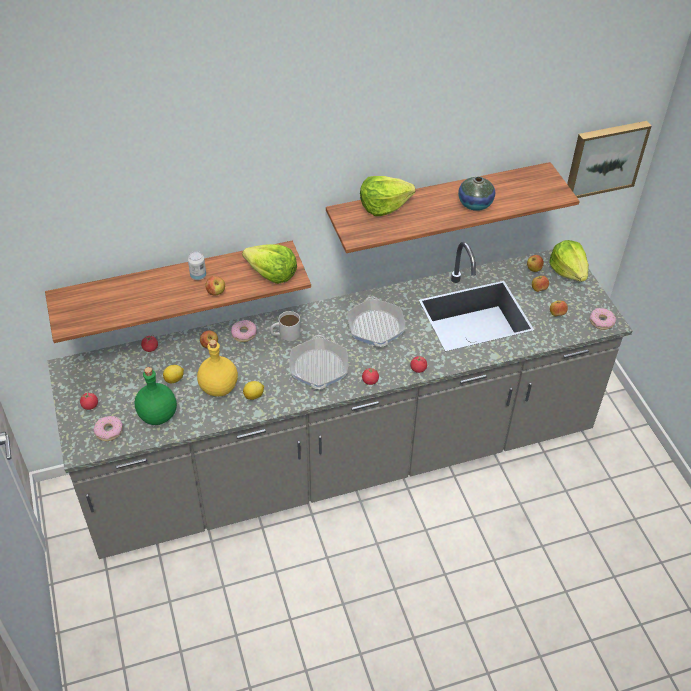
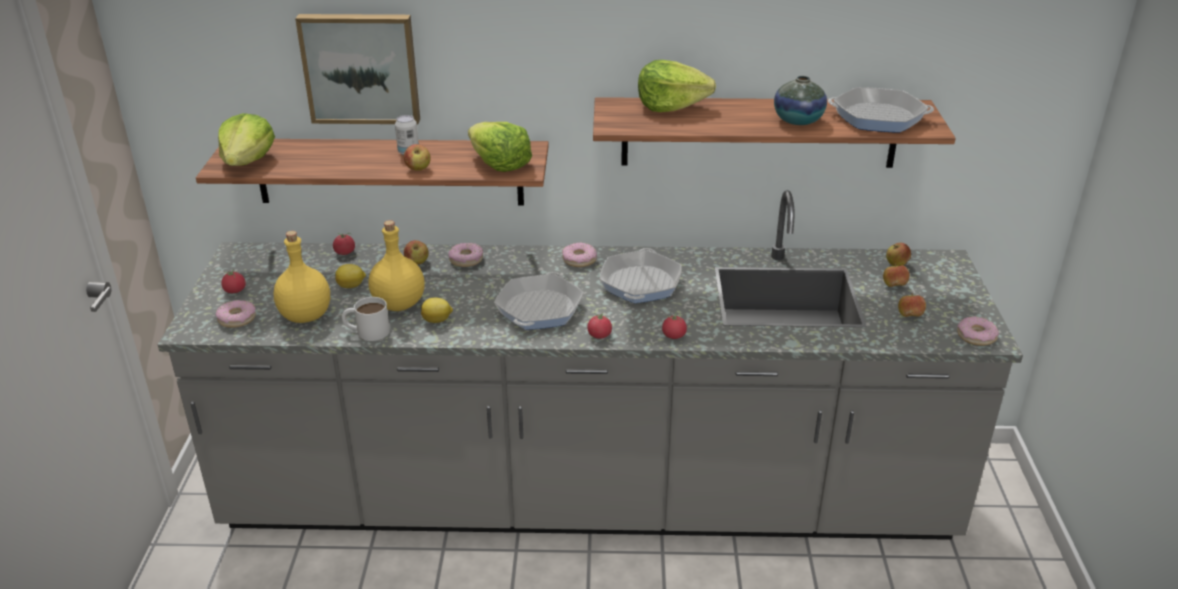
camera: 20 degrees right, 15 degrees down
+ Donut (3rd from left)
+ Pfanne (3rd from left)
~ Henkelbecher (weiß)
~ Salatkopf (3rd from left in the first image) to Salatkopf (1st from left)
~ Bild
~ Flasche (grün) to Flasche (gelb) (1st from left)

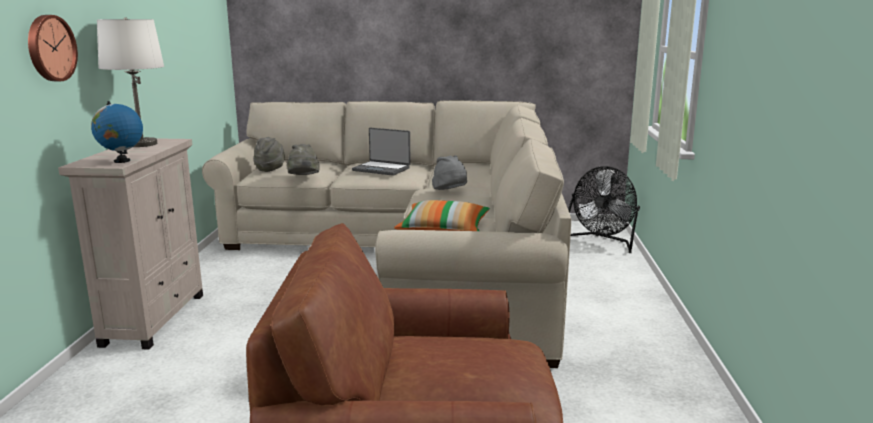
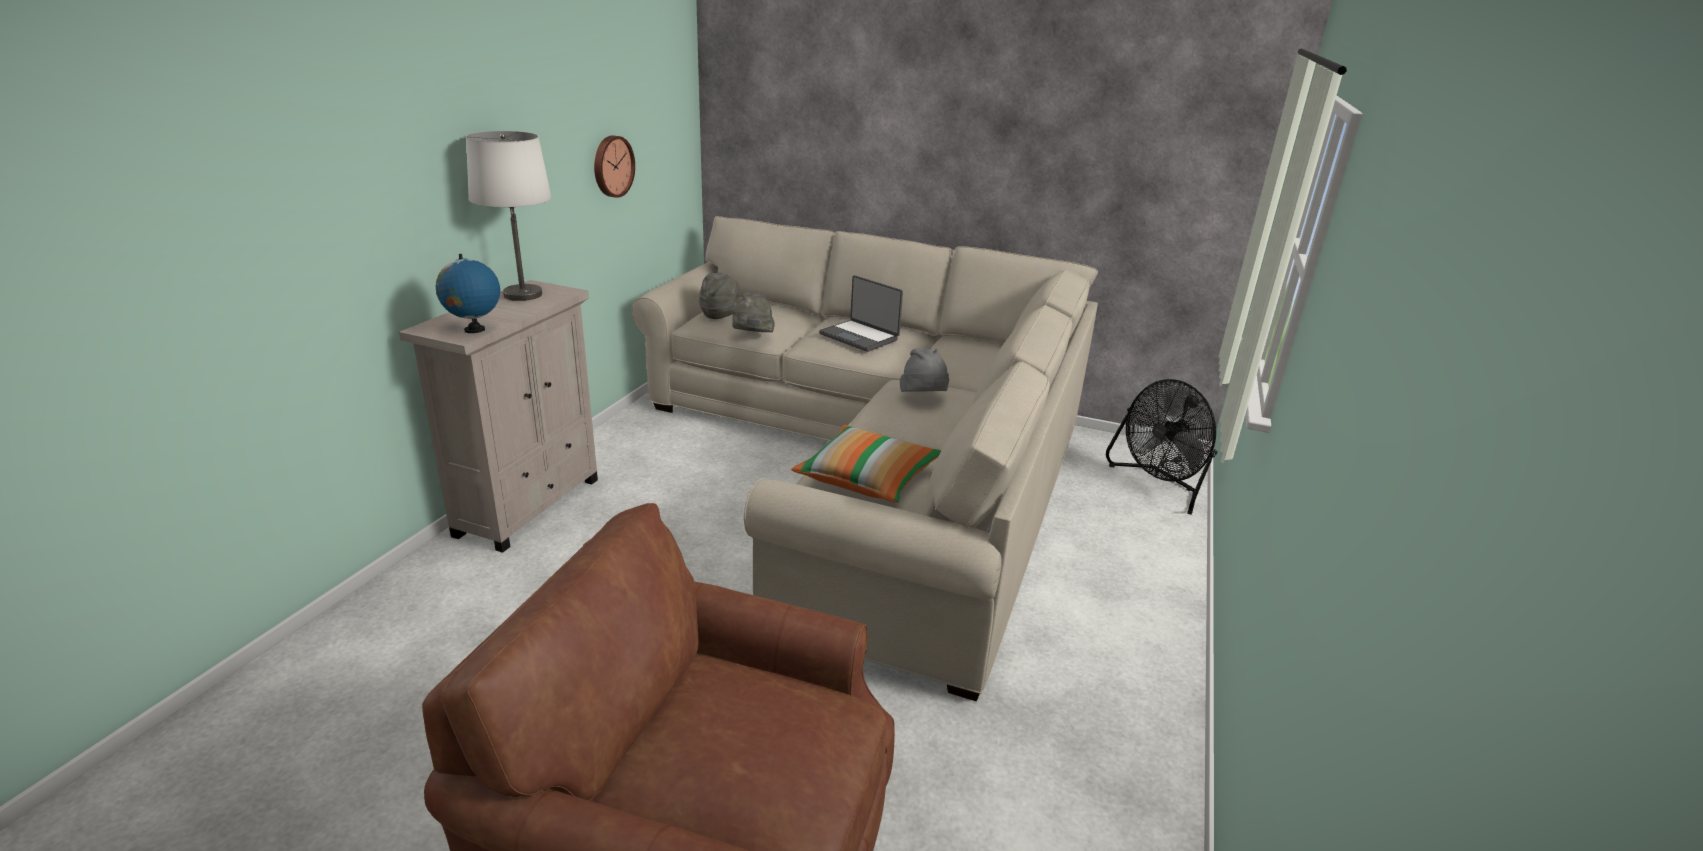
camera: 15 degrees right, 10 degrees up
~ Wanduhr

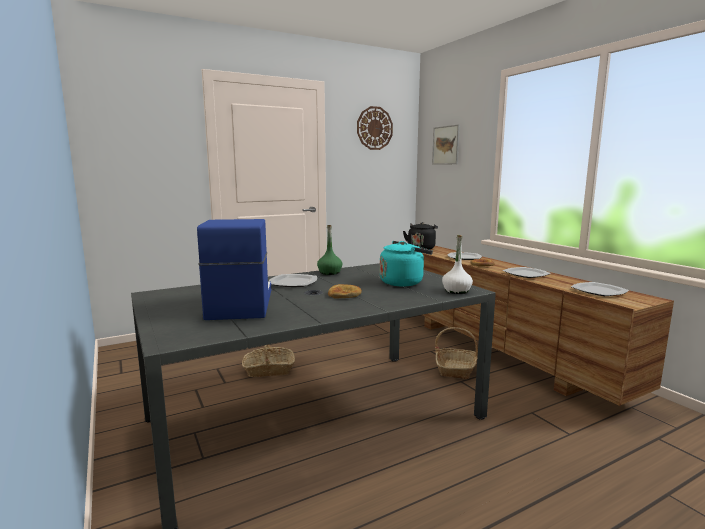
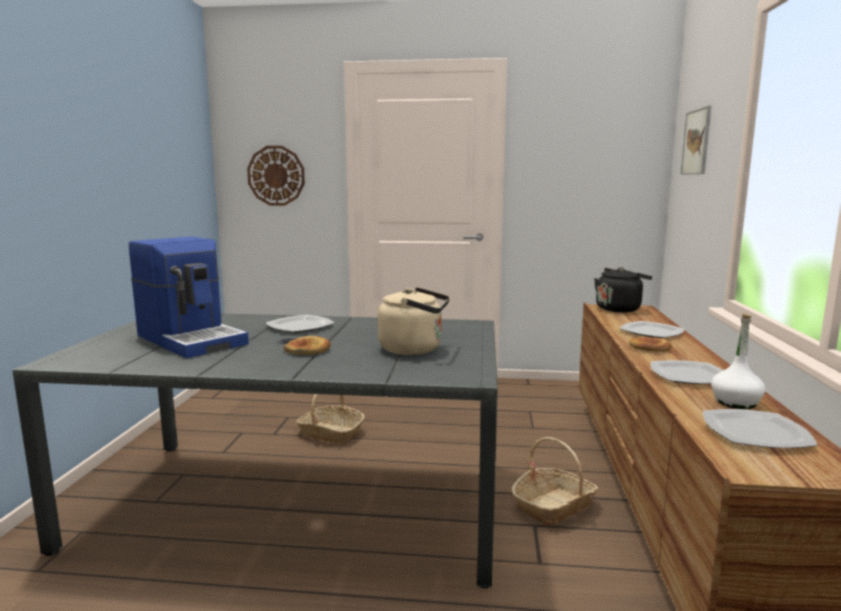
camera: 35 degrees right, 0 degrees up
- Flasche (grün)
~ Wanduhr
~ Flasche (weiß)
~ Wasserkessel (türkis) to Wasserkessel (beige)
~ Kaffeemaschine 105 degrees clockwise

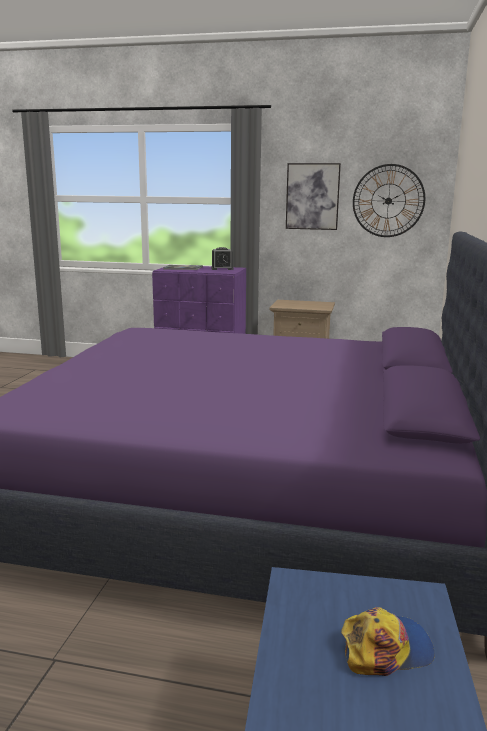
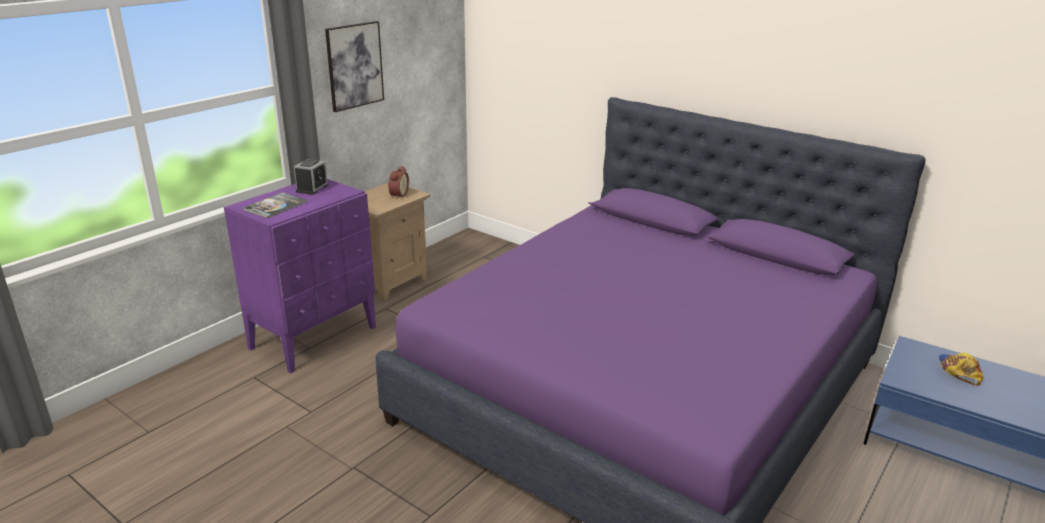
camera: 65 degrees left, 10 degrees up
- Wanduhr
+ Wecker (2nd from left)

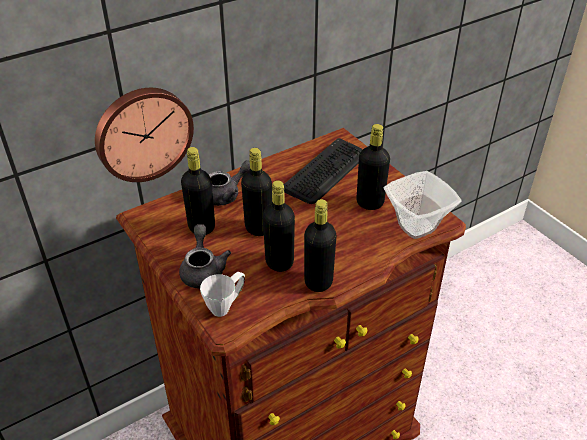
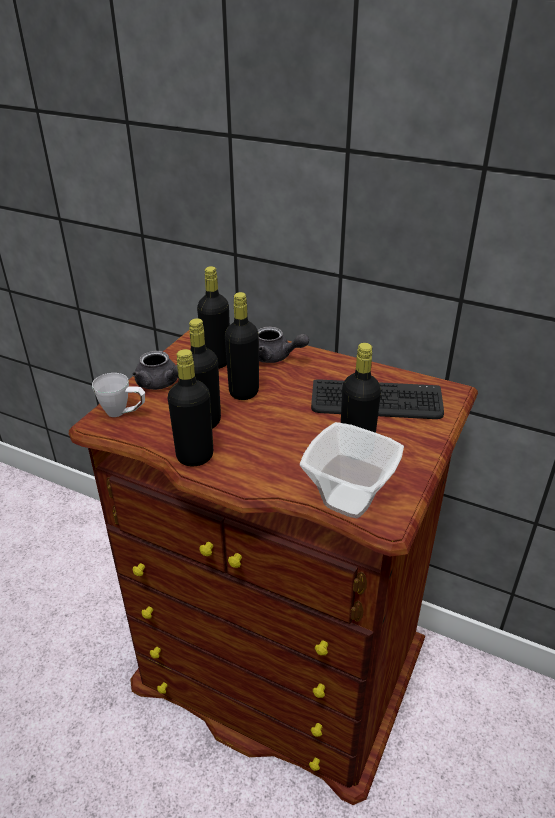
camera: 60 degrees right, 5 degrees down
- Wanduhr
~ Teekanne (grau) (1st from left) 75 degrees clockwise

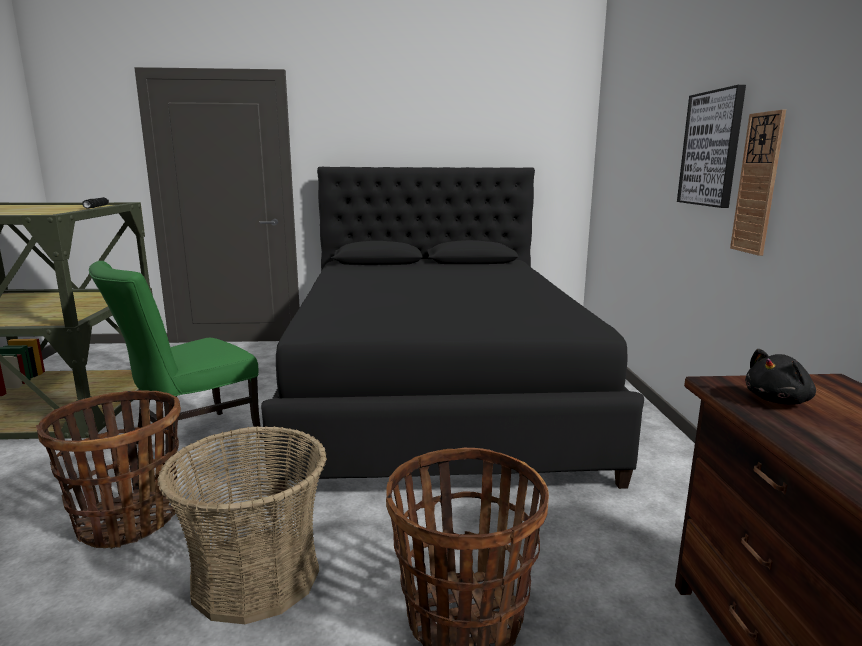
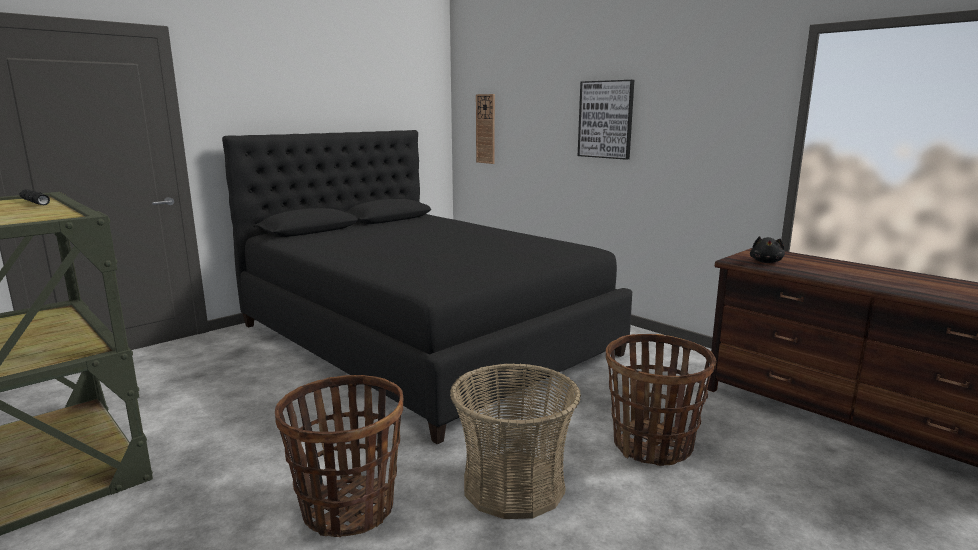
camera: 40 degrees left, 0 degrees up
- Stuhl (grün)
~ Wanduhr

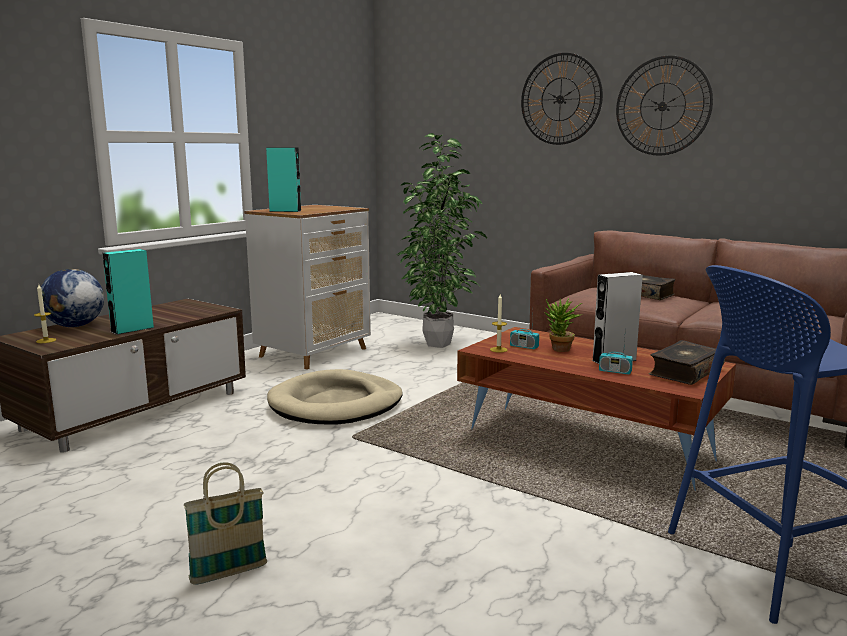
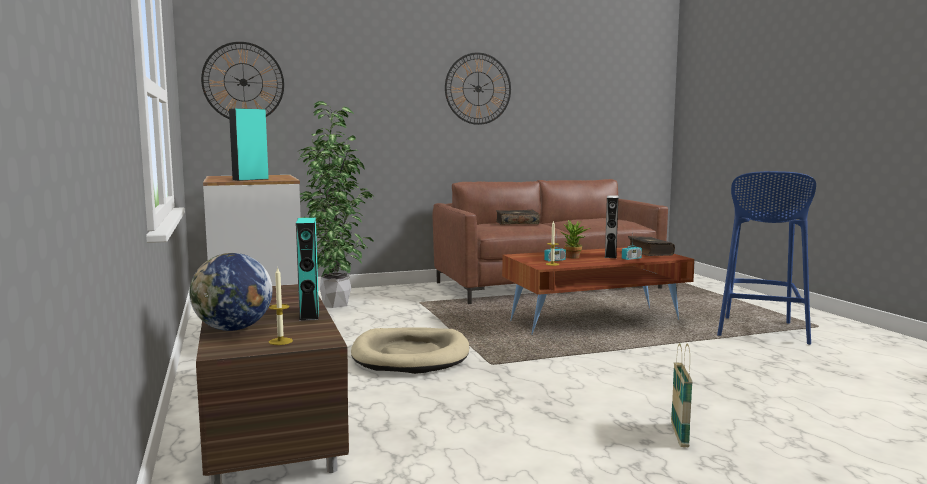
camera: 55 degrees left, 5 degrees down
~ Wanduhr (1st from left)

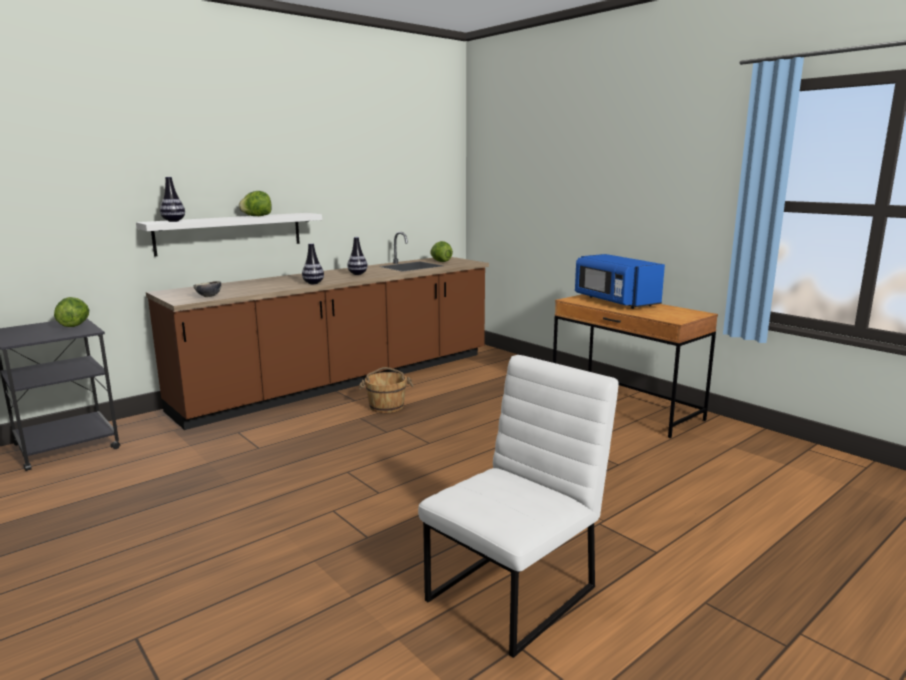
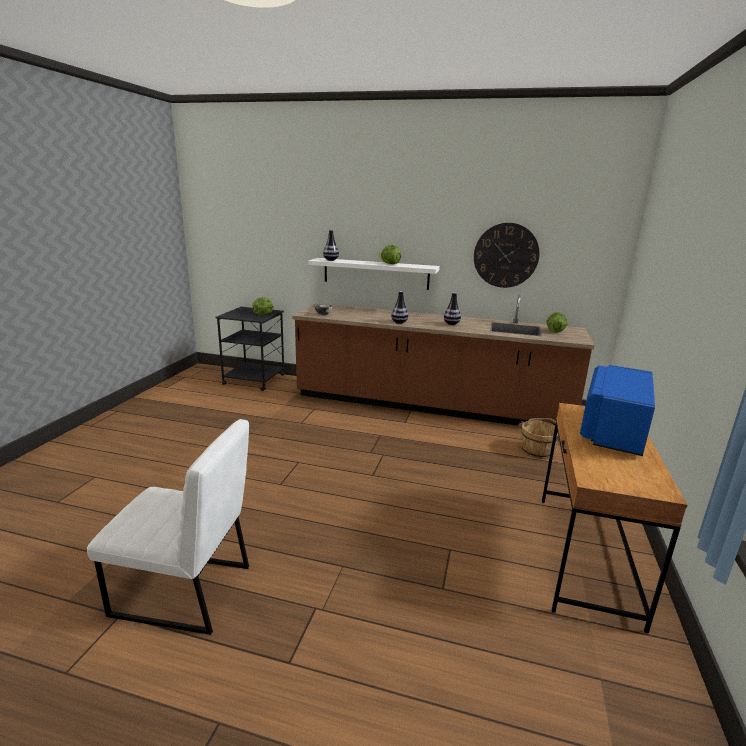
camera: 55 degrees right, 5 degrees up
+ Wanduhr
~ Eimer (braun)

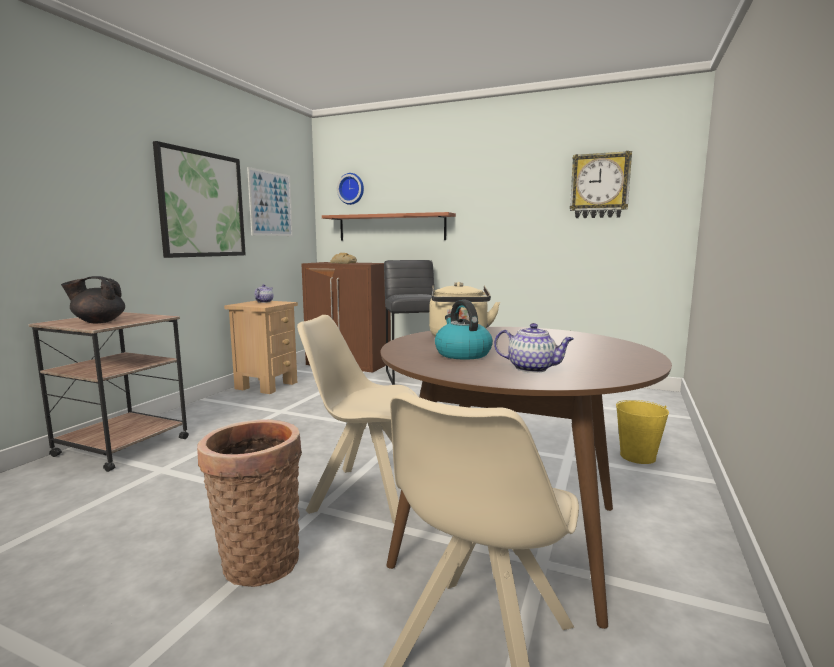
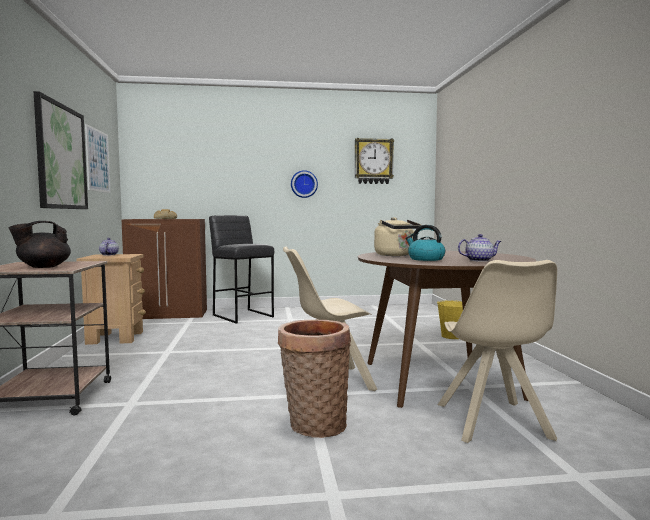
camera: 30 degrees left, 5 degrees down
- Wandregal
~ Wanduhr (1st from left)

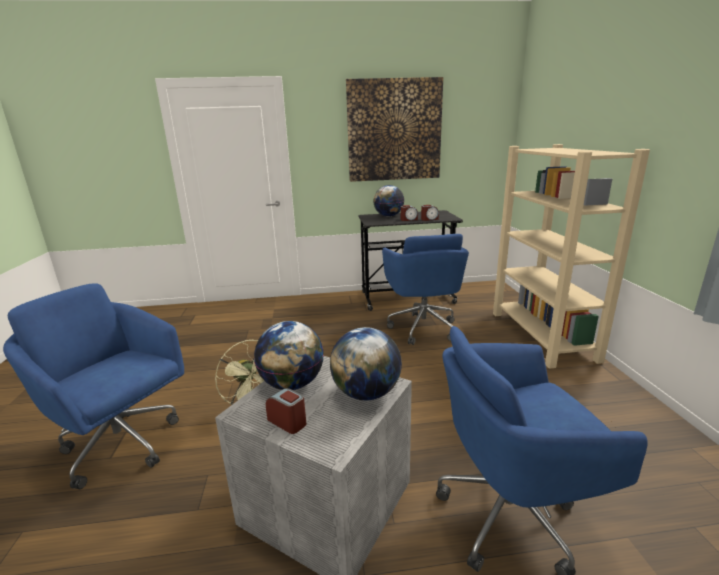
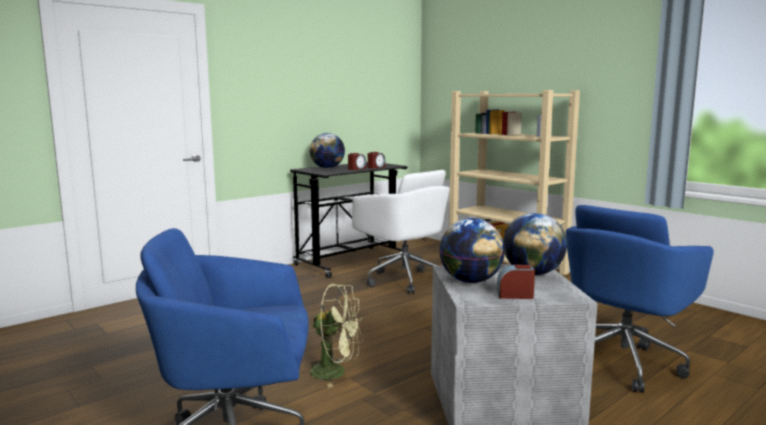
camera: 35 degrees left, 10 degrees down
- Bild
~ Bürostuhl (blau) (2nd from left) to Bürostuhl (weiß)

